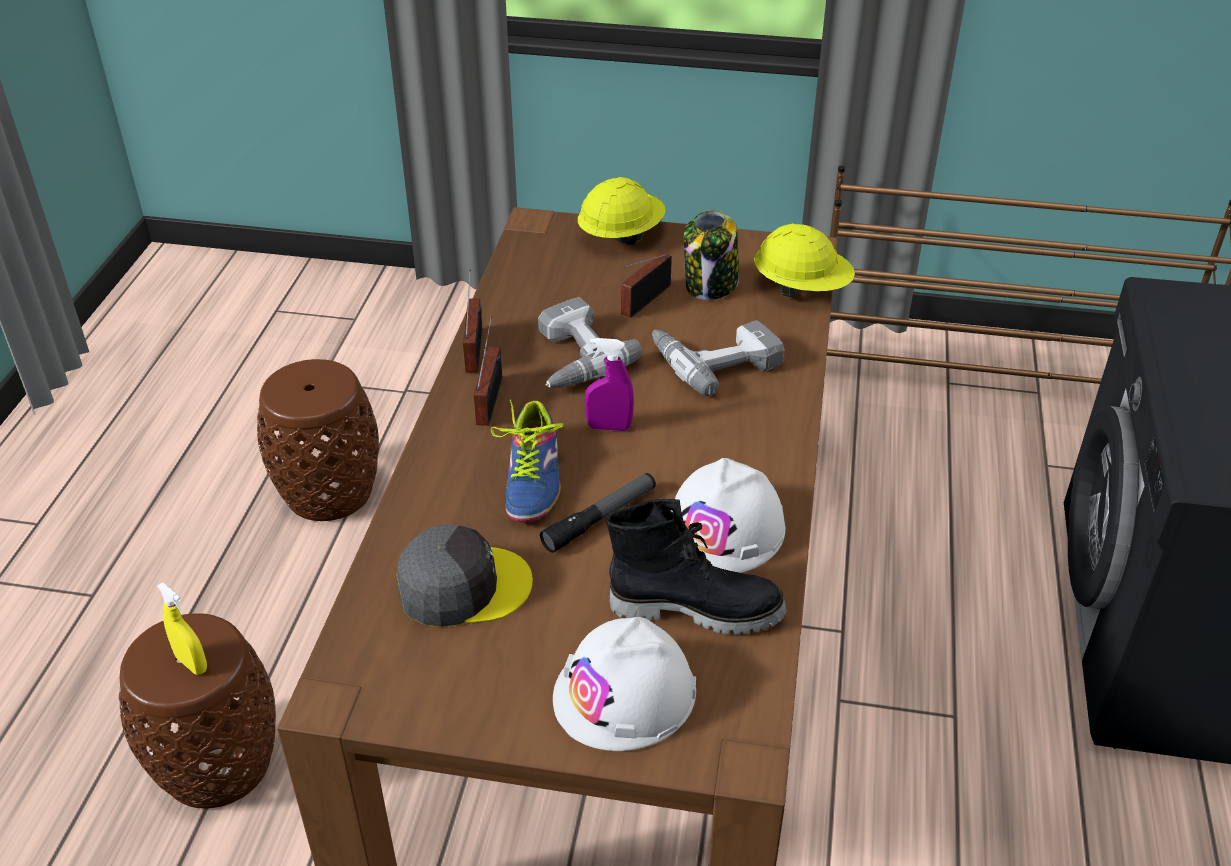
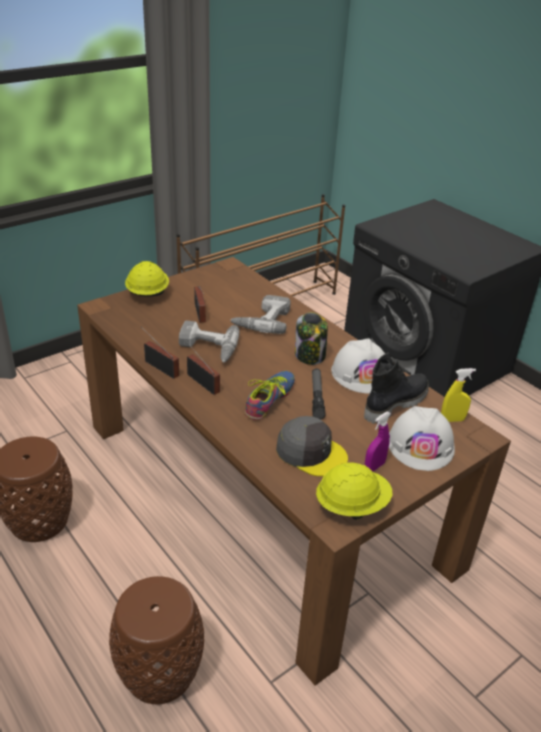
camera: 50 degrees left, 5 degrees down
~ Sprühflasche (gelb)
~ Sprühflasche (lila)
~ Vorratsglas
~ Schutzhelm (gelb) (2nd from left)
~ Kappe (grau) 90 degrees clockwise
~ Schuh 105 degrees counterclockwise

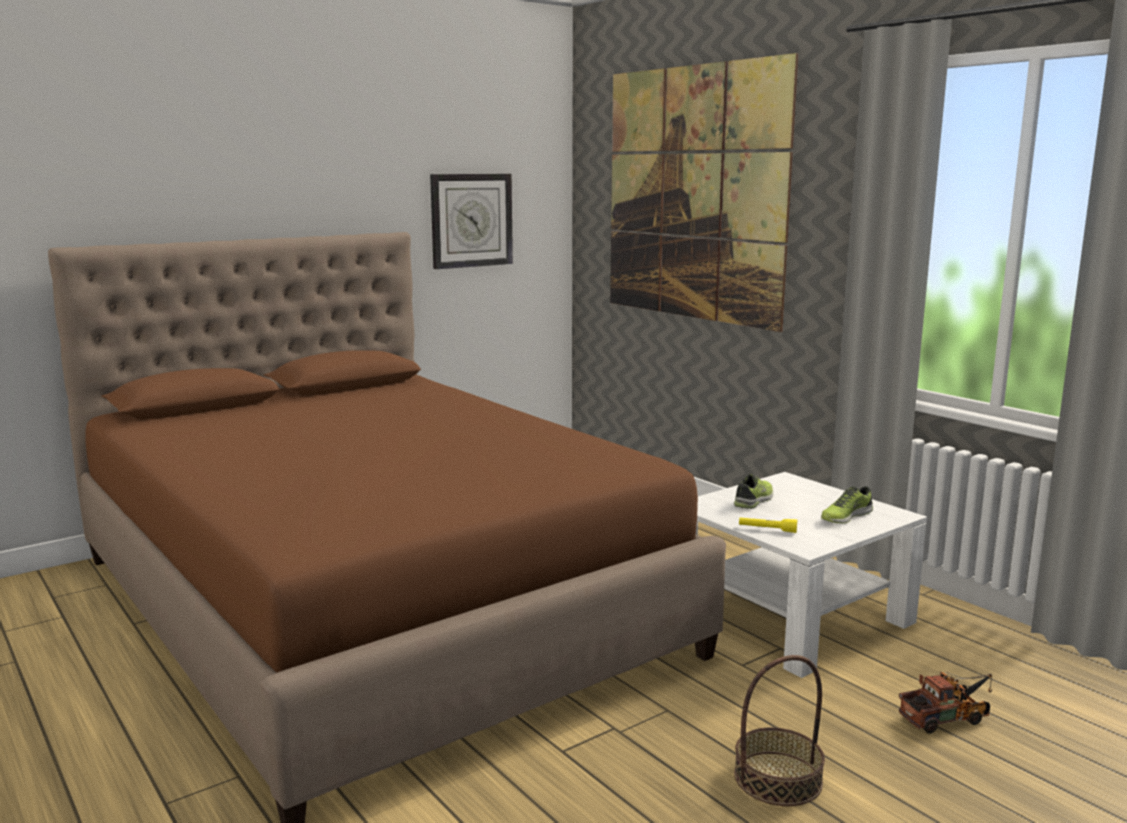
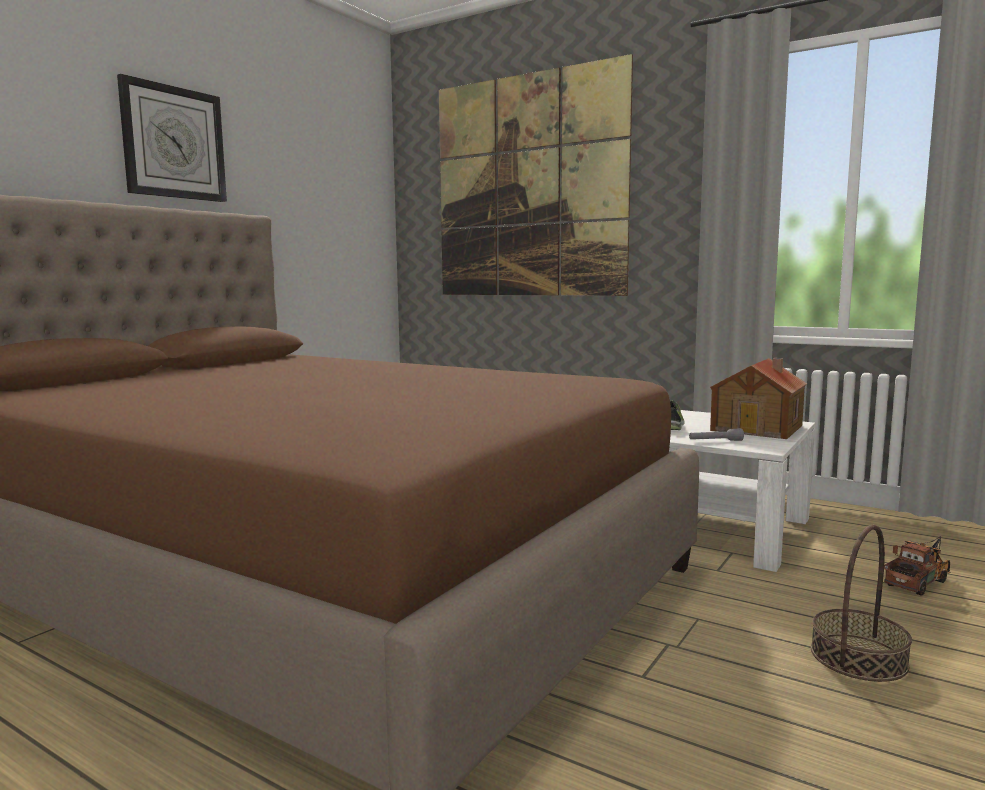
camera: 20 degrees left, 5 degrees down
~ Wanduhr
~ Schuh (2nd from left) to Spielzeughaus
~ Taschenlampe (gelb) to Taschenlampe (grau)

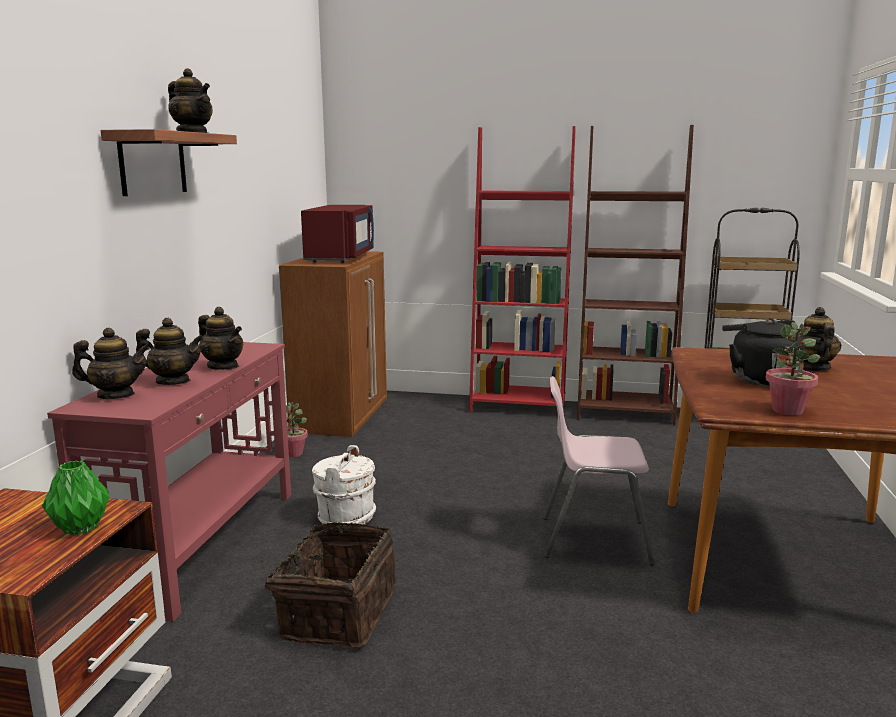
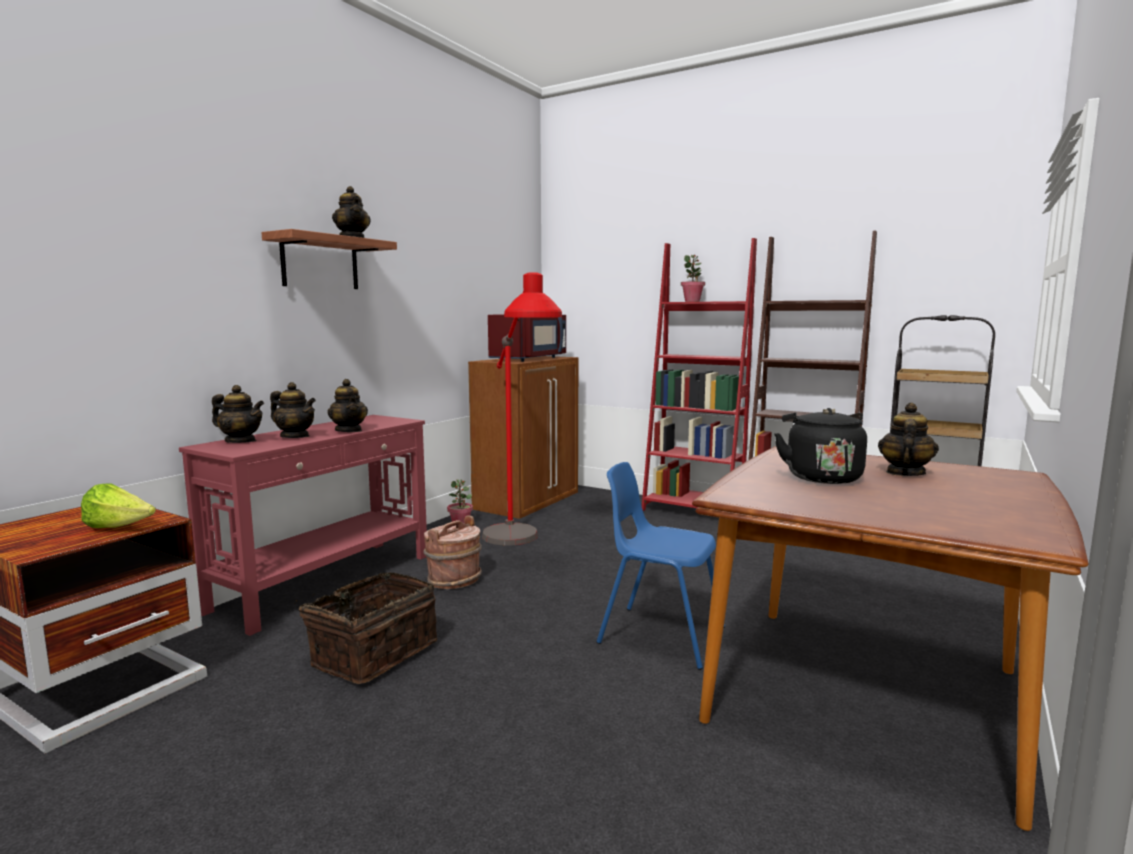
camera: 20 degrees right, 5 degrees down
+ Stehlampe (rot)
~ Topfpflanze (2nd from left)
~ Vase (grün) to Salatkopf
~ Eimer (weiß) to Eimer (braun)
~ Stuhl (rosa) to Stuhl (blau)

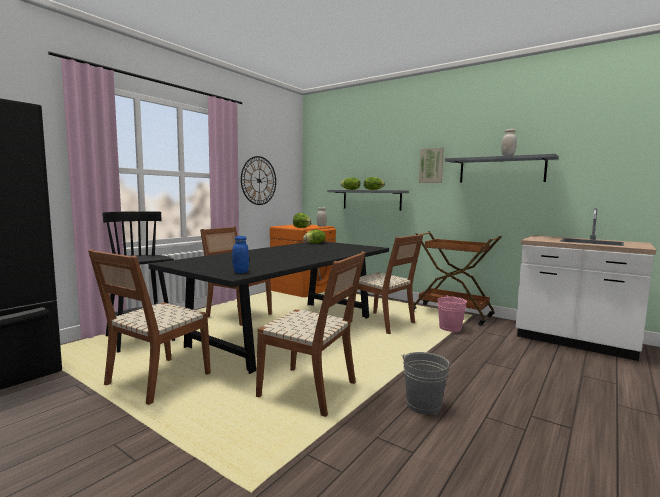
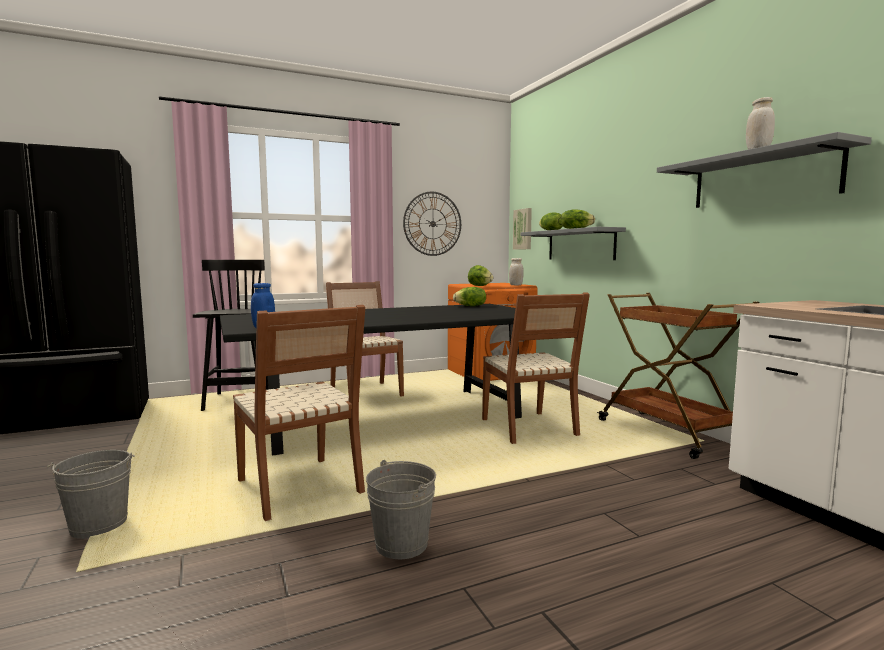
camera: 30 degrees right, 0 degrees up
- Stuhl (1st from left)
- Eimer (rosa)
+ Eimer (grau) (1st from left)
~ Bild

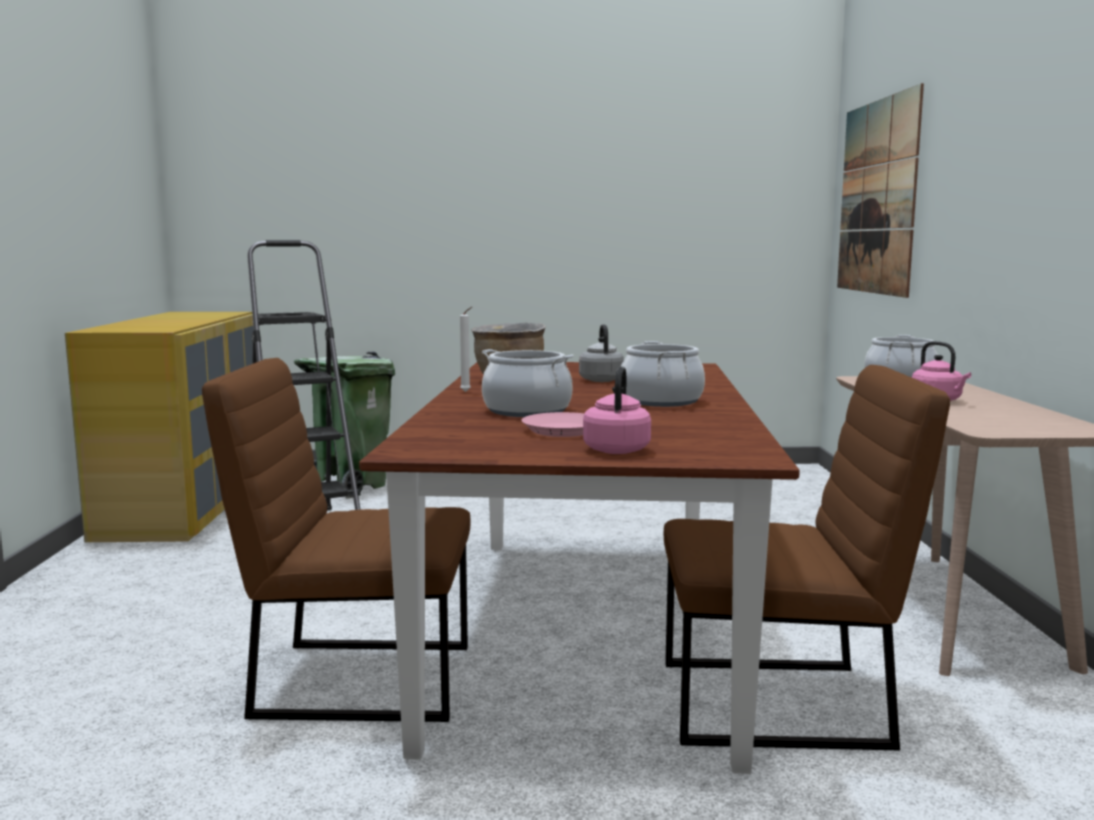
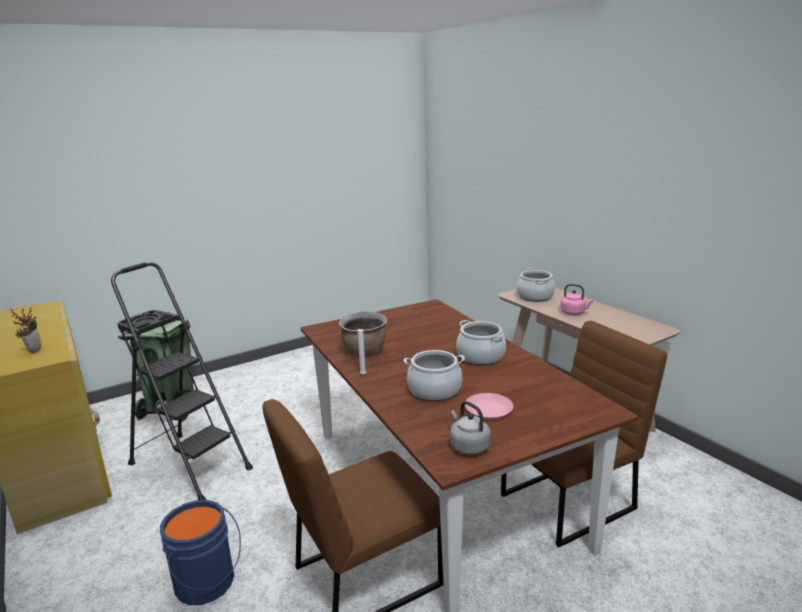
camera: 30 degrees left, 10 degrees up
- Wasserkessel (rosa) (1st from left)
- Bild
+ Topfpflanze
+ Eimer (blau)
~ Wasserkessel (grau)

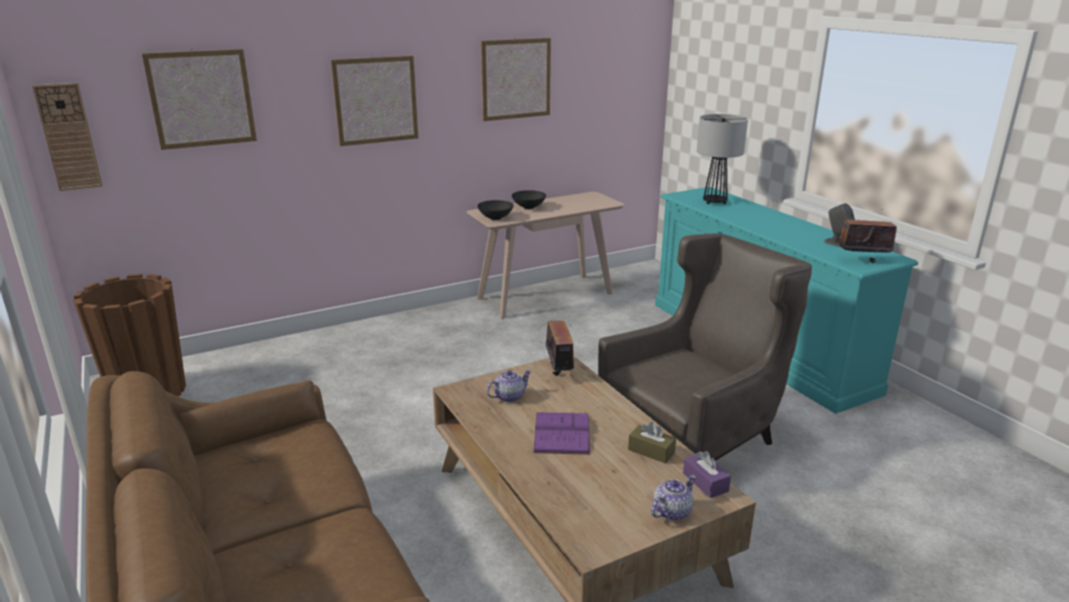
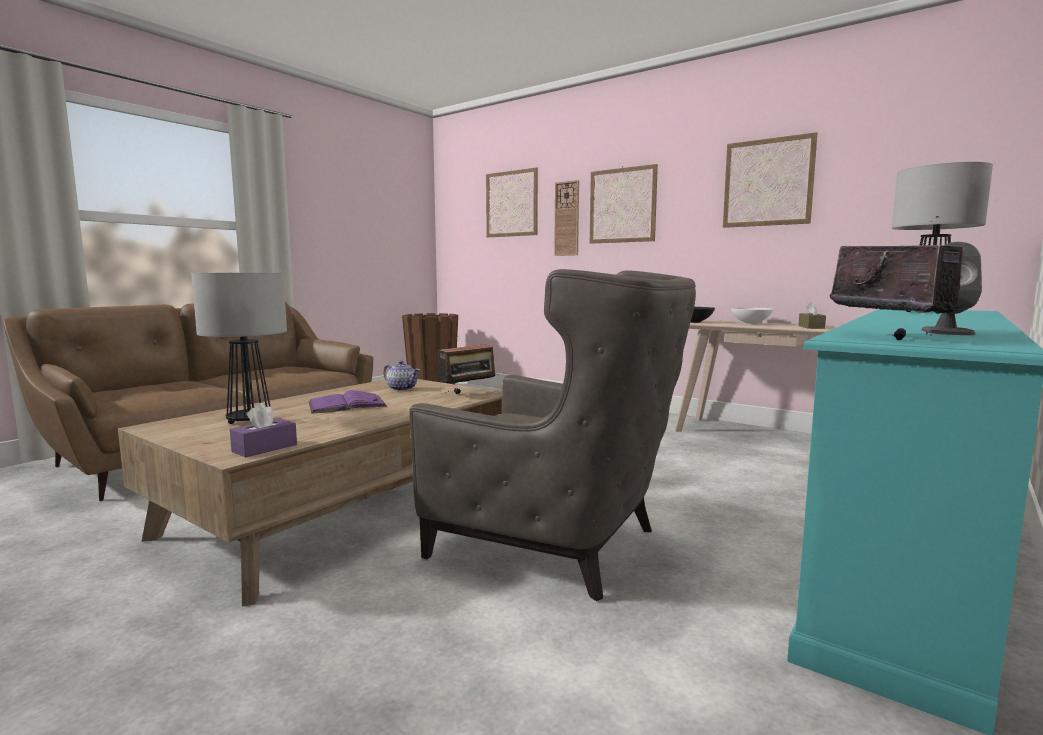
camera: 65 degrees right, 15 degrees down
- Teekanne (2nd from left)
+ Tischlampe (1st from left)
~ Wanduhr
~ Taschentuchbox (braun)
~ Schüssel (schwarz) (2nd from left) to Schüssel (weiß)

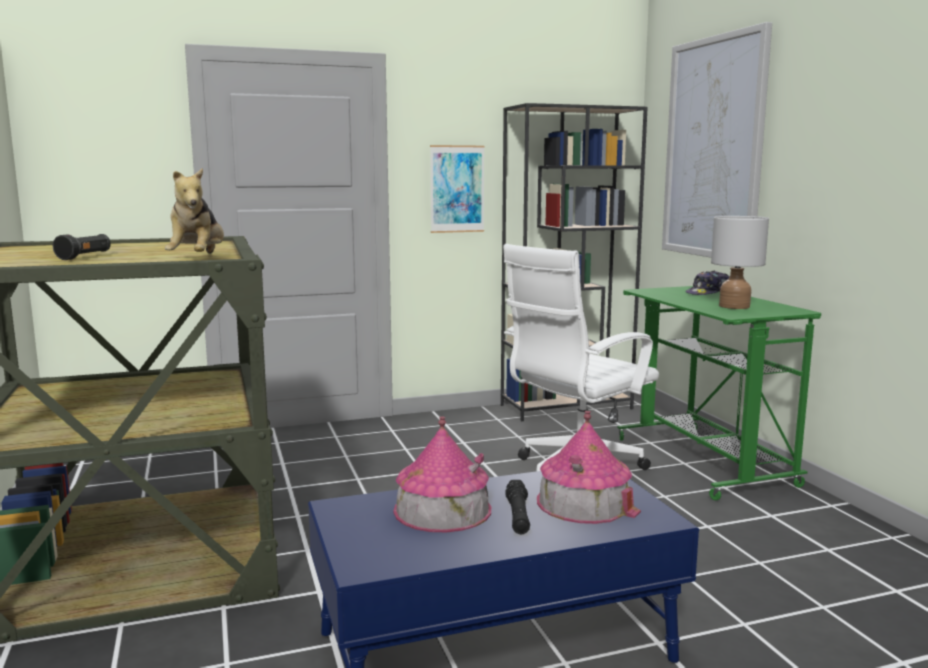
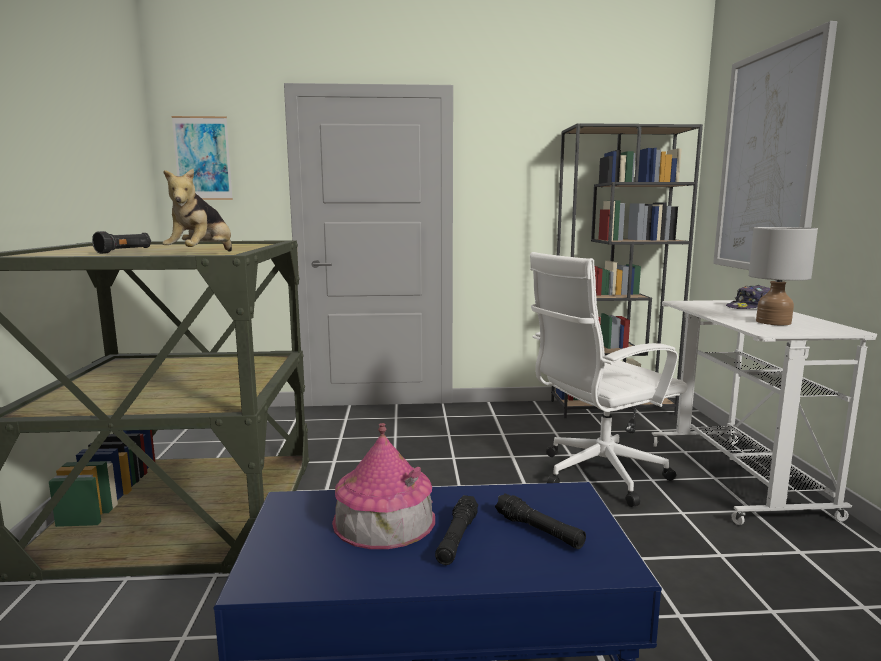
camera: 15 degrees right, 0 degrees up
~ Bild (1st from left)
~ Spielzeughaus (2nd from left) to Taschenlampe (schwarz) (3rd from left)
~ Schreibtisch (grün) to Schreibtisch (weiß)

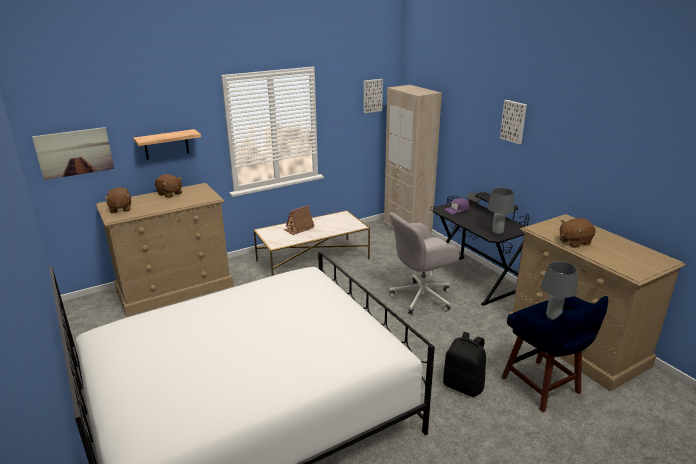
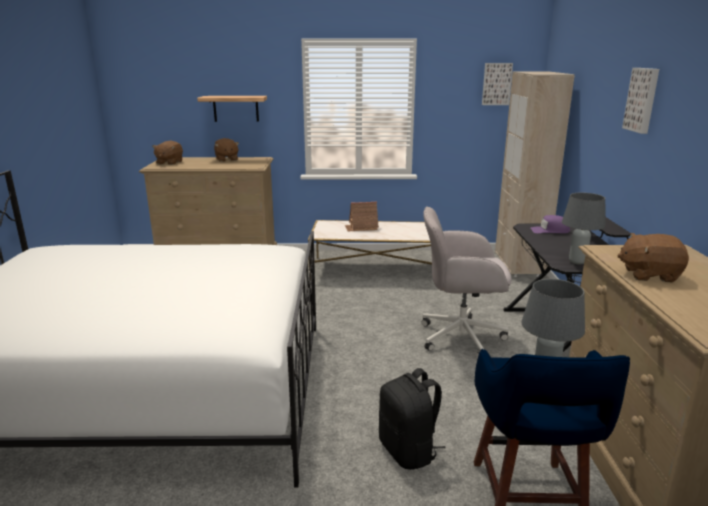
camera: 30 degrees right, 5 degrees down
- Bild (1st from left)

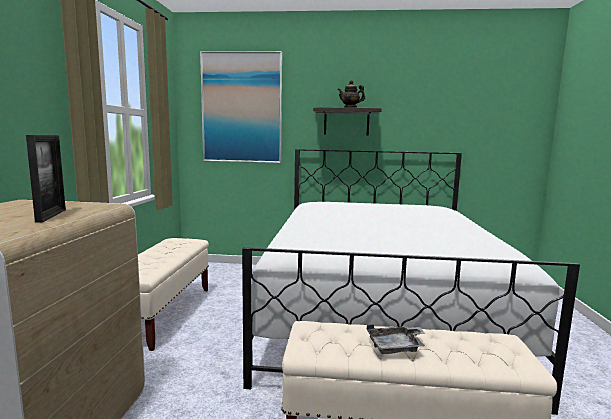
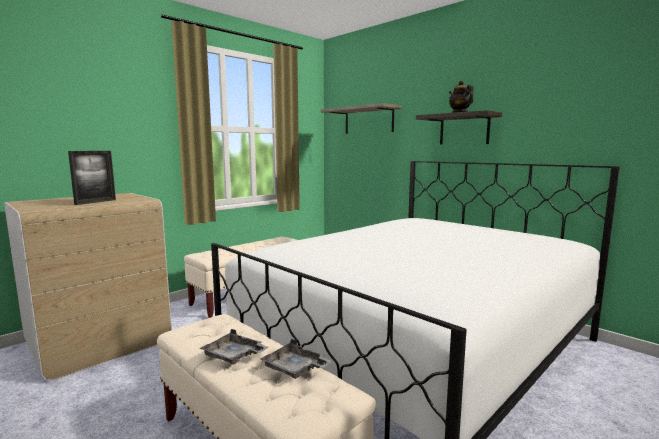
camera: 40 degrees right, 0 degrees up
+ Tablett (grau) (2nd from left)
~ Bild to Wandregal (1st from left)

